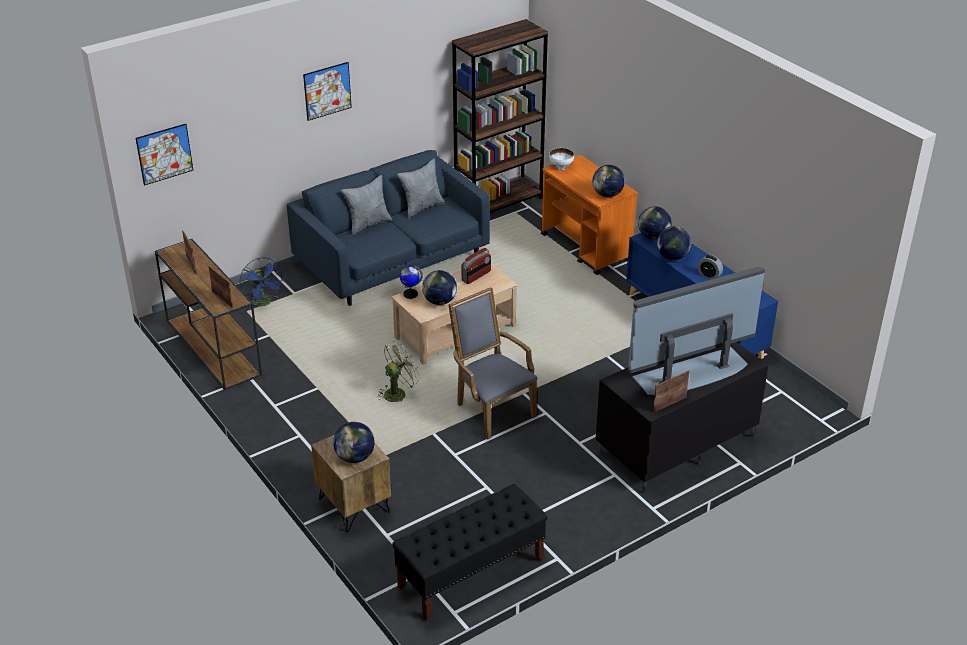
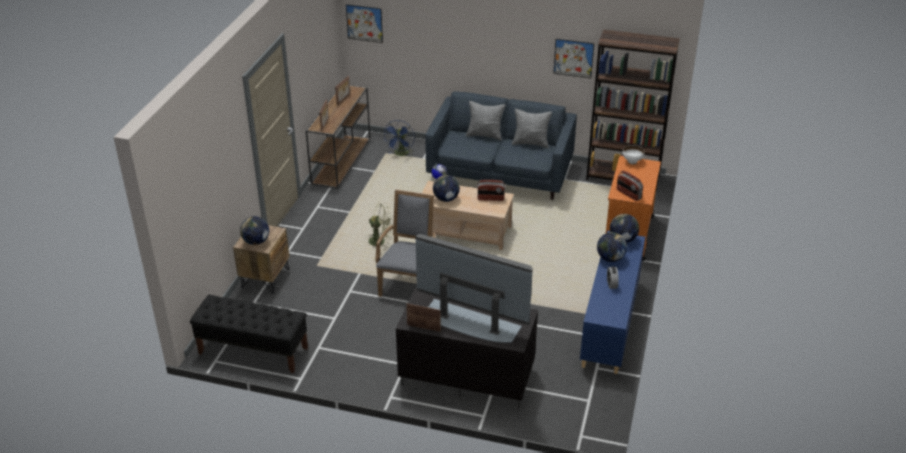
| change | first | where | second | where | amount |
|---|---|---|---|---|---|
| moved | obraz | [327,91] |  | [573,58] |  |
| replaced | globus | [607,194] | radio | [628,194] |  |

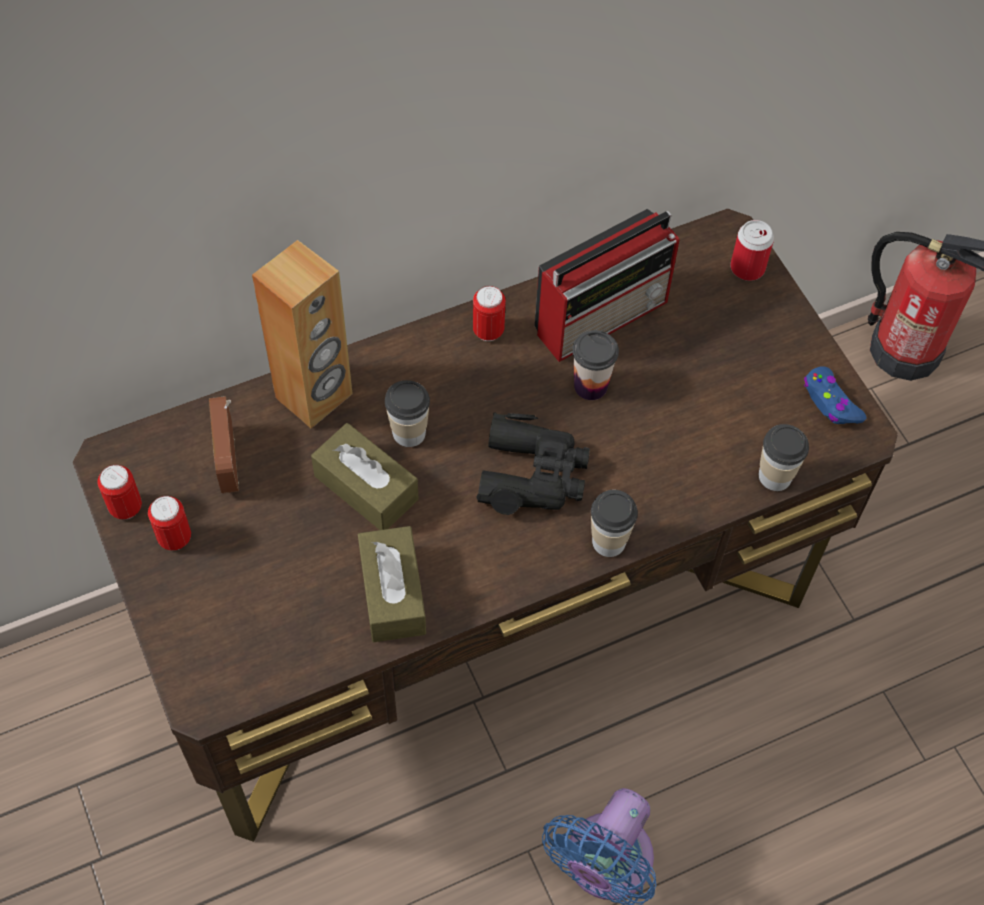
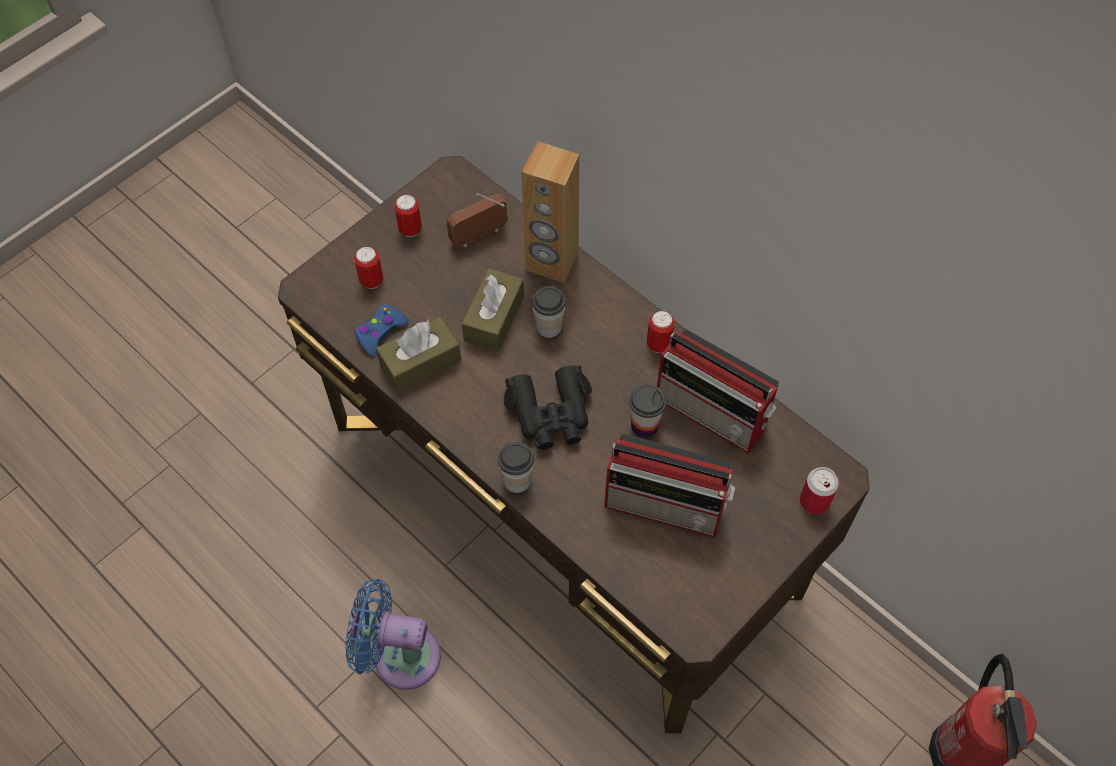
| change | first | where | second | where | amount |
|---|---|---|---|---|---|
| moved | puszka | [126,507] |  | [371,281] |  |
| removed | filiżanka | [775,476] |  |  |  |
| moved | pad do gier [niebieski] | [830,402] |  | [380,332] |  |
| added |  |  | radio | [667,506] |  |

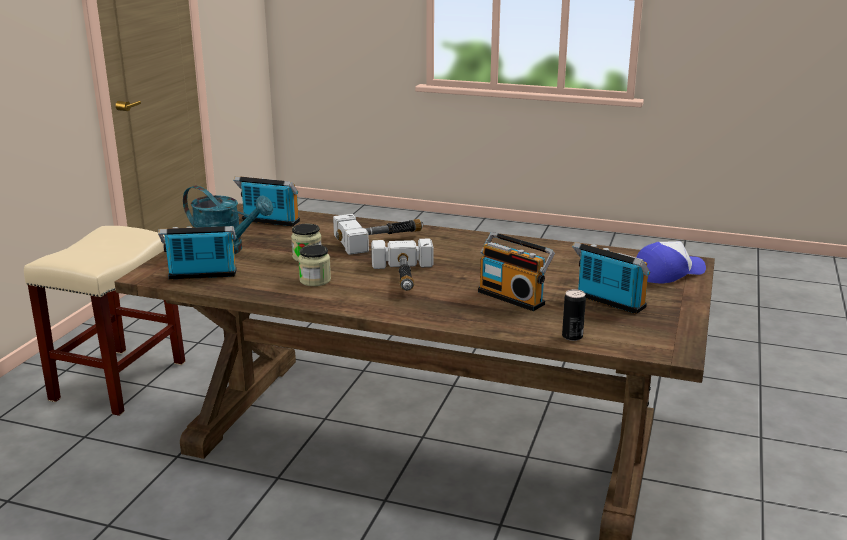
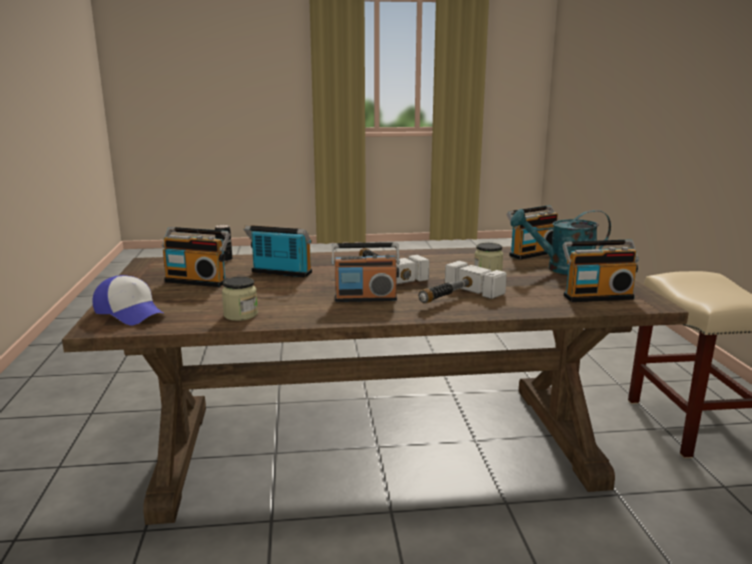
| change | first | where | second | where | amount |
|---|---|---|---|---|---|
| moved | słoik | [315,280] |  | [240,315] |  |
| turned | czapka z daszkiem | [668,272] |  | [130,312] | 90 degrees counterclockwise |
| added |  |  | radio | [365,298] |  |

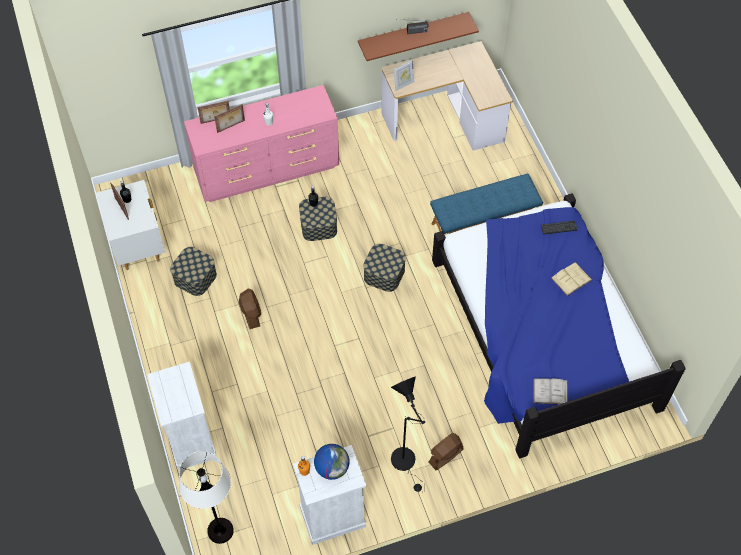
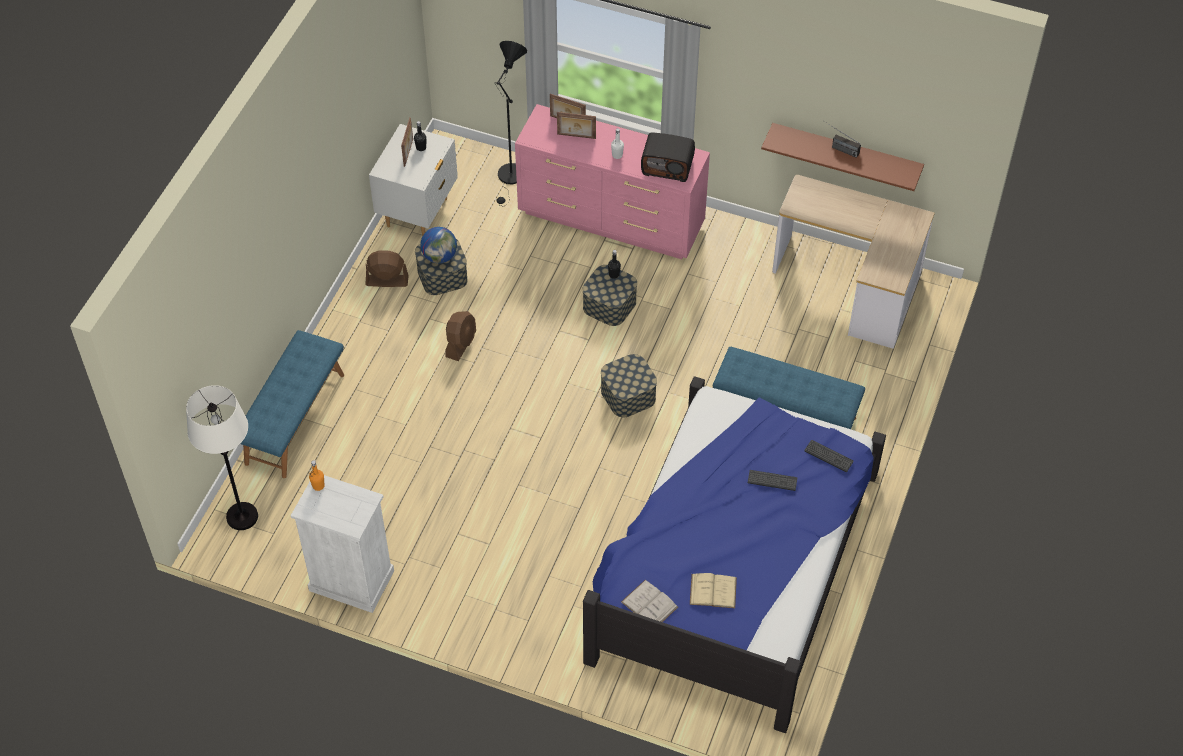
| change | first | where | second | where | amount |
|---|---|---|---|---|---|
| replaced | komoda [biały] | [190,440] | ławka [niebieski] | [294,418] |  |
| moved | globus | [332,468] |  | [440,256] |  |
| moved | lampa stojąca [czarny] | [406,463] |  | [510,178] |  |
| removed | ramka na zdjęcie | [403,84] |  |  |  |
| moved | wentylator [brązowy] | [445,455] |  | [386,280] |  |
| moved | książka [beżowy] | [571,279] |  | [713,591] |  |
| added |  |  | radio | [668,166] |  |
| added |  |  | klawiatura | [772,480] |  |

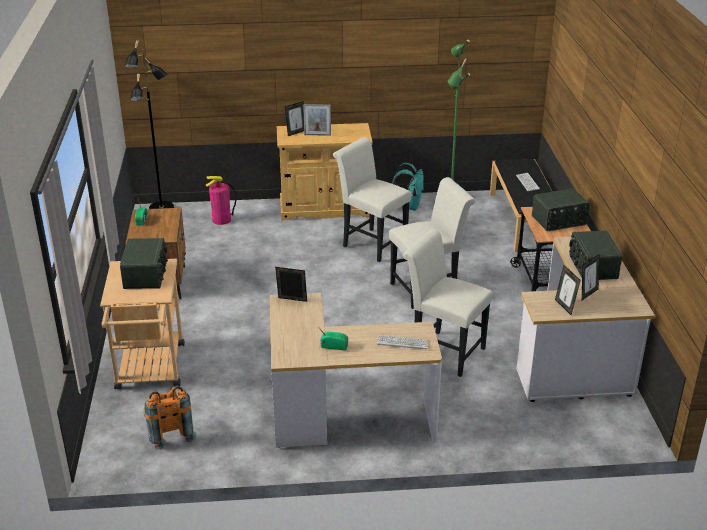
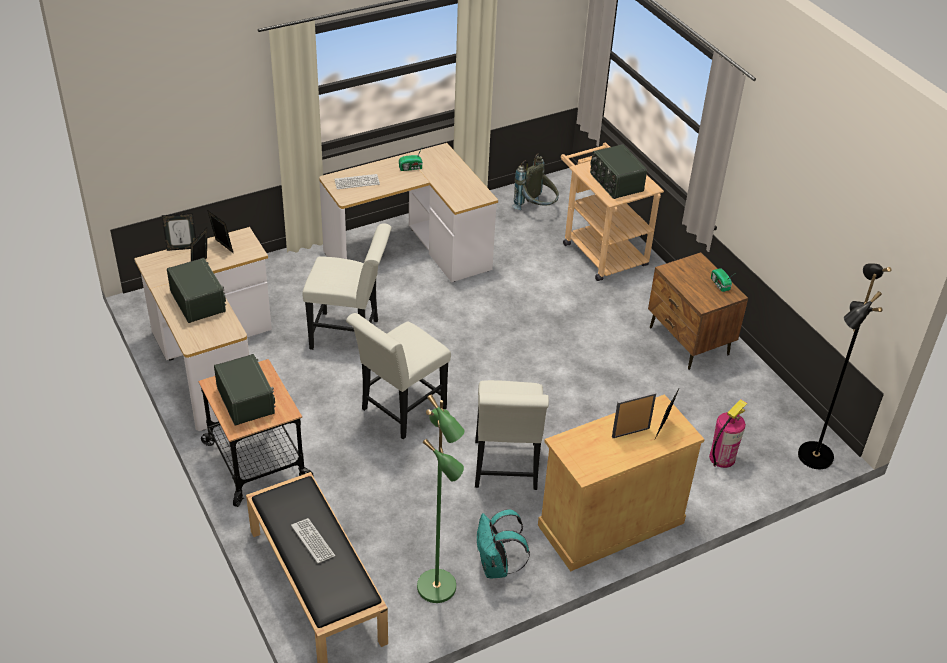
| change | first | where | second | where | amount |
|---|---|---|---|---|---|
| recoloured | plecak [pomarańczowy] | [169,433] | plecak [szary] | [536,209] |  |
| moved | ramka na zdjęcie | [292,301] |  | [182,248] |  |
| turned | krzesło [biały] | [371,243] |  | [505,469] | 75 degrees clockwise |
| turned | radio | [559,221] |  | [246,401] | 105 degrees clockwise |

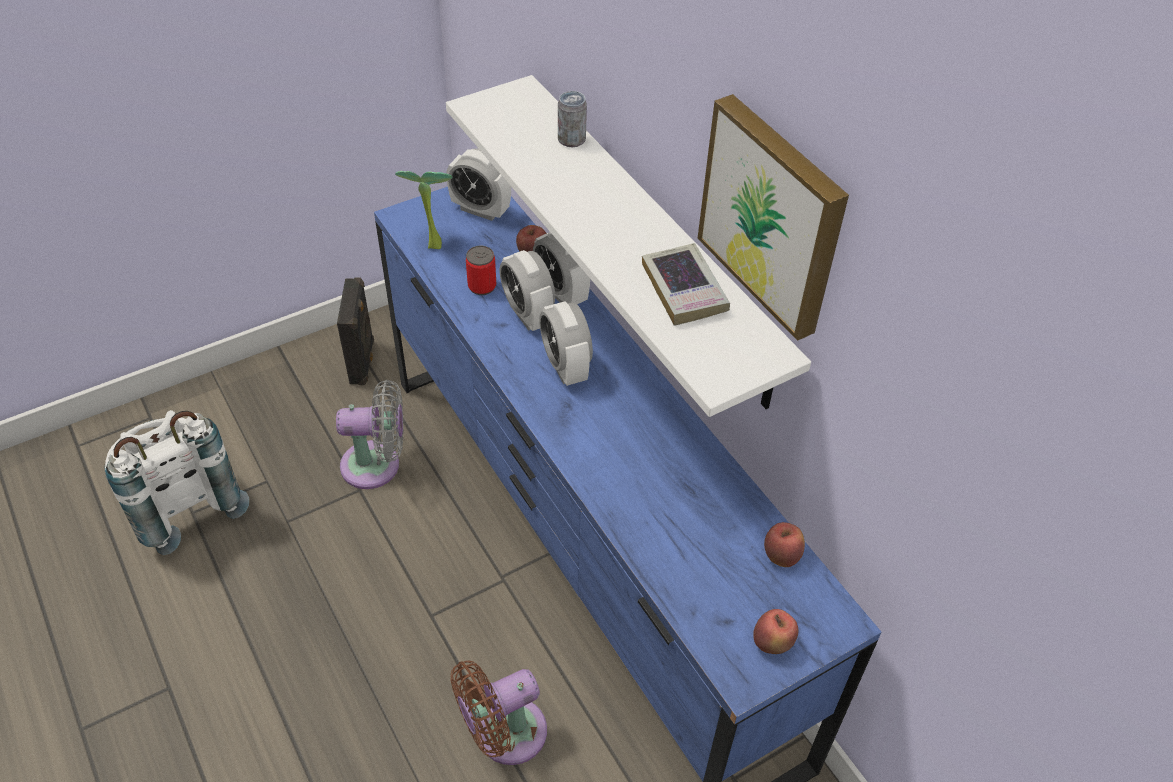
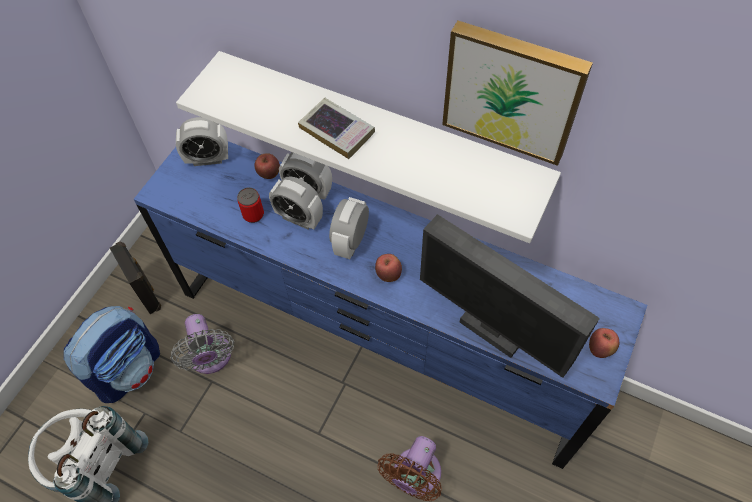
| change | first | where | second | where | amount |
|---|---|---|---|---|---|
| turned | wentylator [szary] | [377,465] |  | [211,358] | 105 degrees clockwise |
| removed | roślina doniczkowa | [432,243] |  |  |  |
| turned | budzik | [565,367] |  | [351,241] | 75 degrees clockwise |
| removed | puszka | [571,140] |  |  |  |
| moved | książka | [684,289] |  | [337,131] |  |
| moved | jabłko | [781,556] |  | [388,275] |  |
| added |  |  | plecak | [128,369] |  |
| added |  |  | monitor | [492,330] |  |

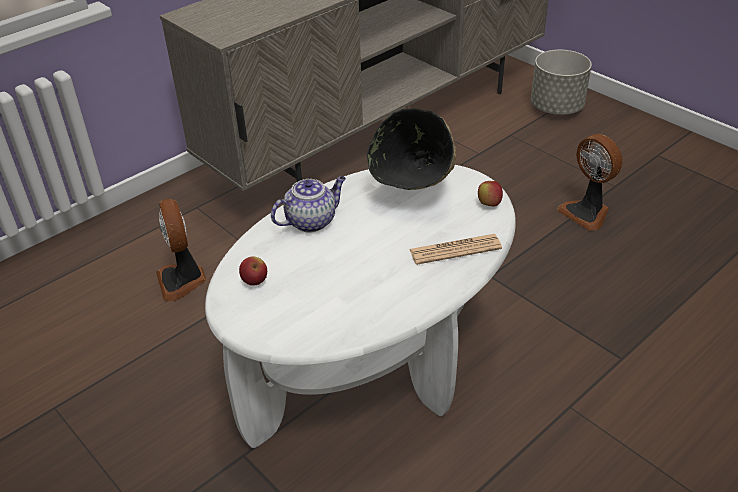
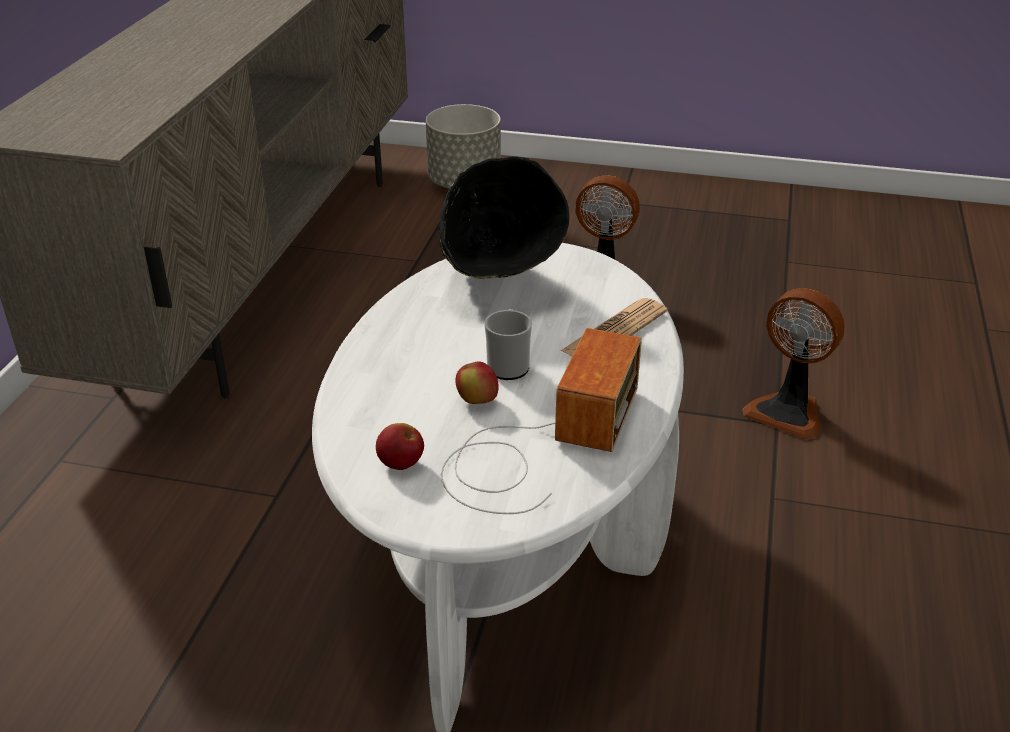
| change | first | where | second | where | amount |
|---|---|---|---|---|---|
| moved | wentylator | [182,280] |  | [788,412] |  |
| removed | imbryk | [311,221] |  |  |  |
| moved | jabłko | [489,204] |  | [477,401] |  |
| added |  |  | radio | [540,444] |  |
| added |  |  | kubek | [508,365] |  |

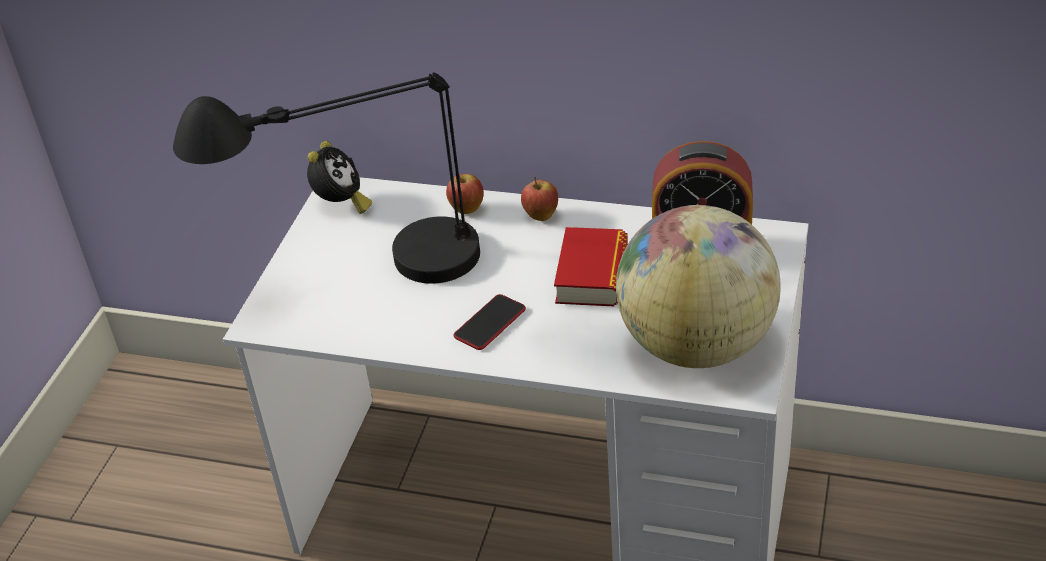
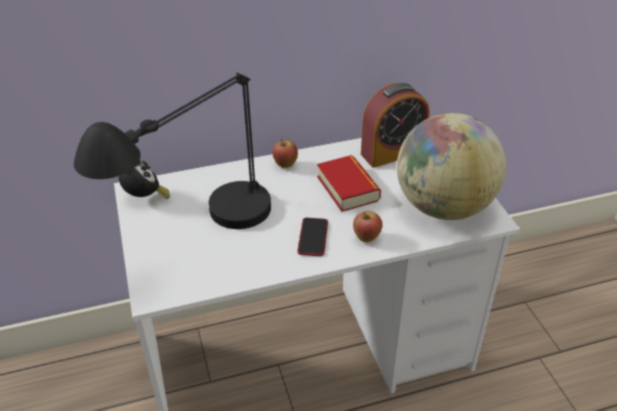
| change | first | where | second | where | amount |
|---|---|---|---|---|---|
| moved | jabłko | [467,210] |  | [366,238] |  |

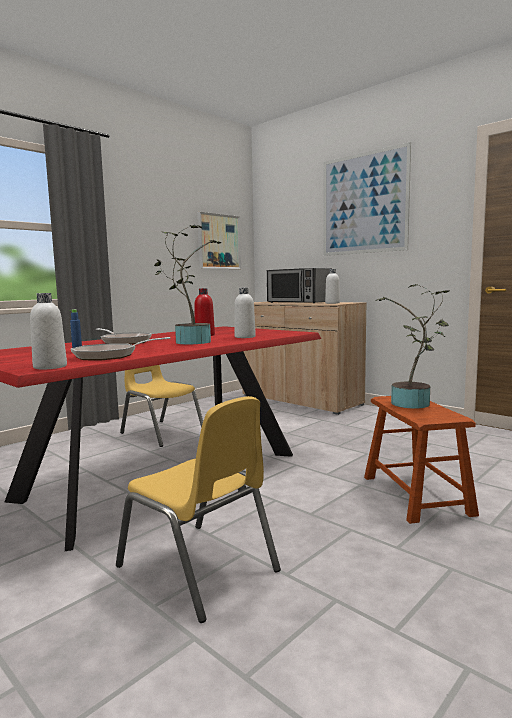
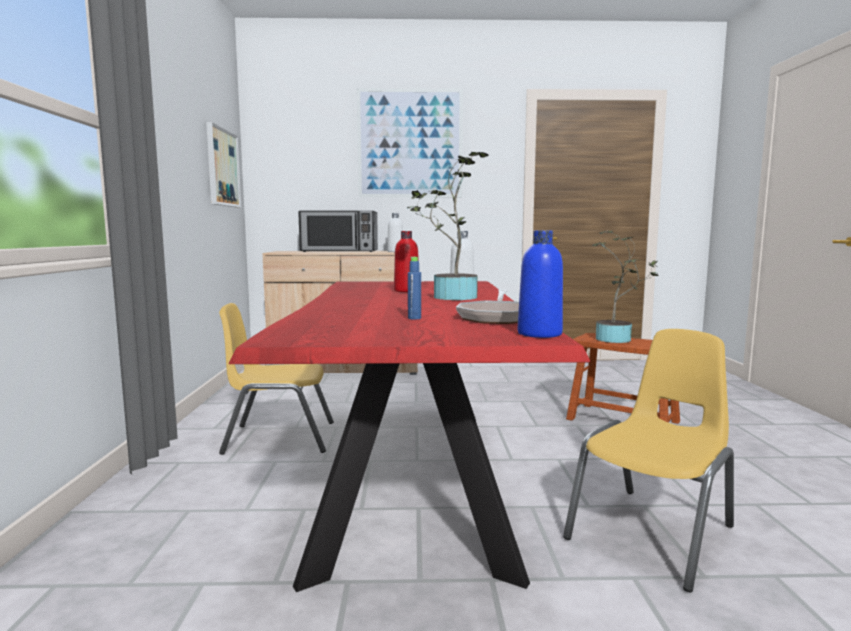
| change | first | where | second | where | amount |
|---|---|---|---|---|---|
| recoloured | butelka [biały] | [50,367] | butelka [niebieski] | [539,334] |  |
| removed | patelnia | [124,342] |  |  |  |
| turned | krzesło [żółty] | [198,568] |  | [653,533] | 45 degrees counterclockwise |

